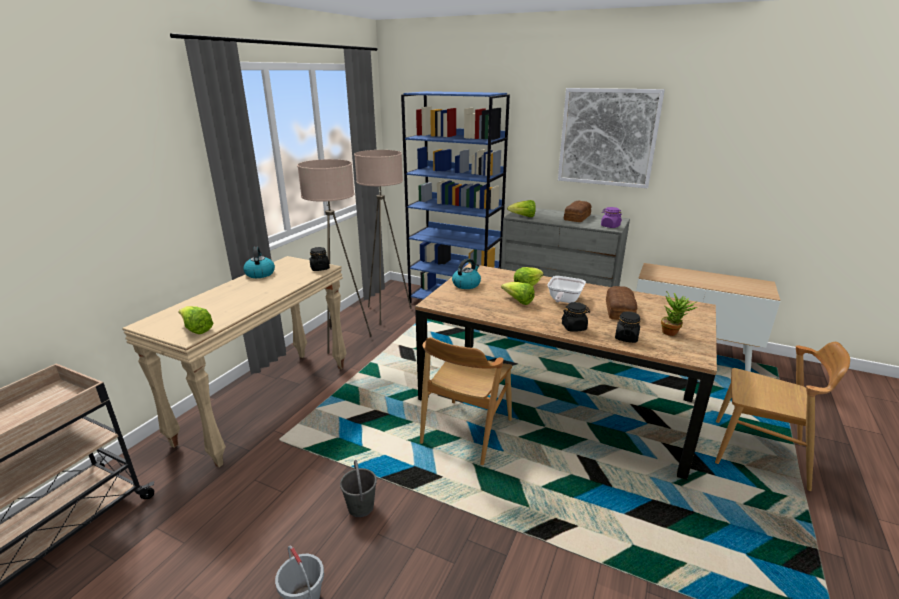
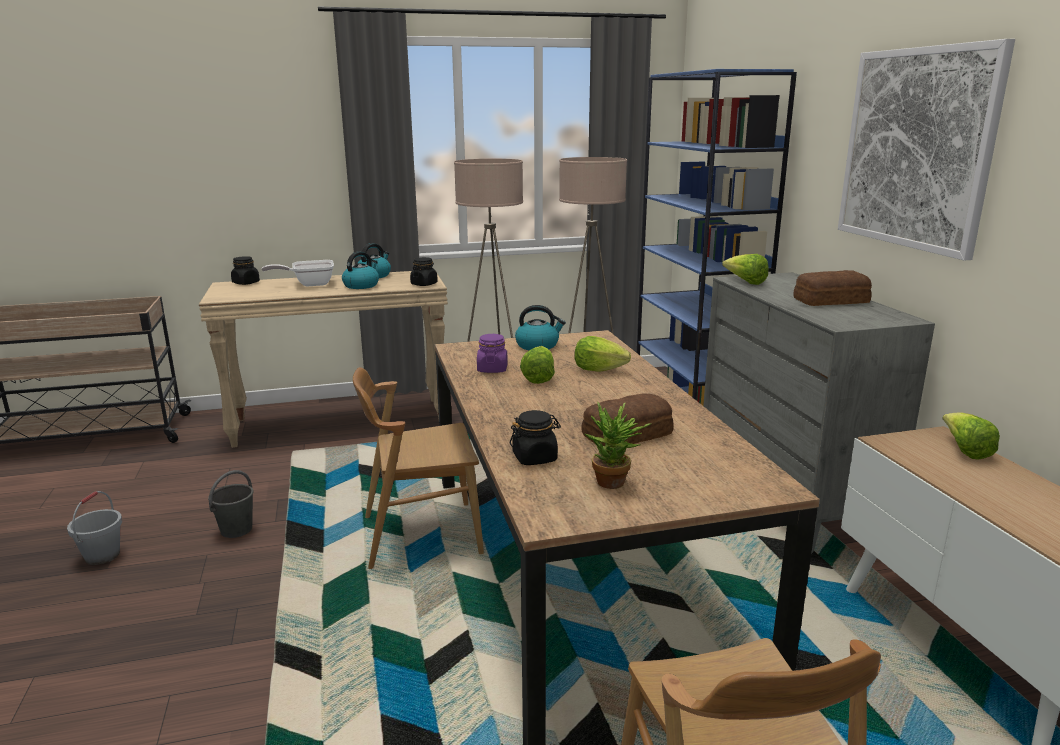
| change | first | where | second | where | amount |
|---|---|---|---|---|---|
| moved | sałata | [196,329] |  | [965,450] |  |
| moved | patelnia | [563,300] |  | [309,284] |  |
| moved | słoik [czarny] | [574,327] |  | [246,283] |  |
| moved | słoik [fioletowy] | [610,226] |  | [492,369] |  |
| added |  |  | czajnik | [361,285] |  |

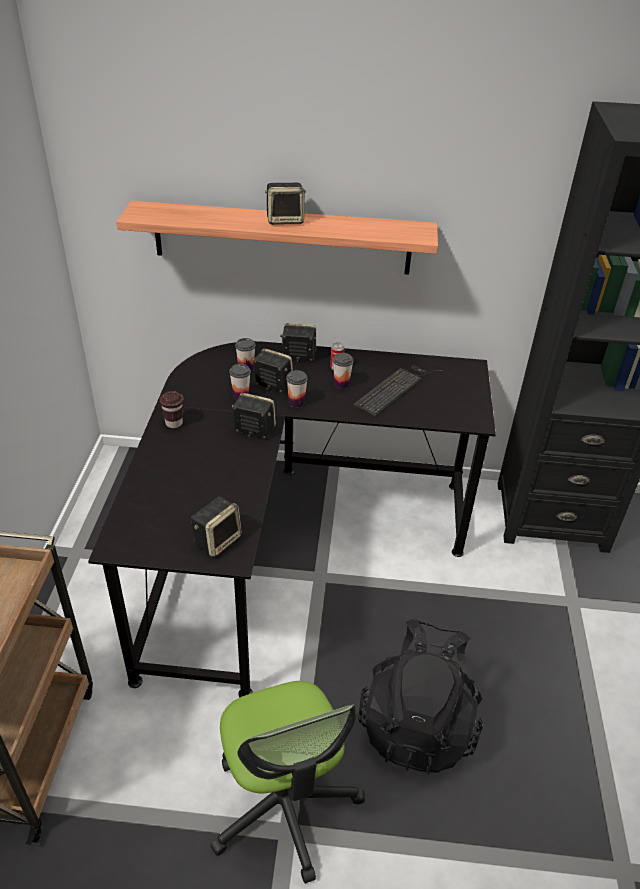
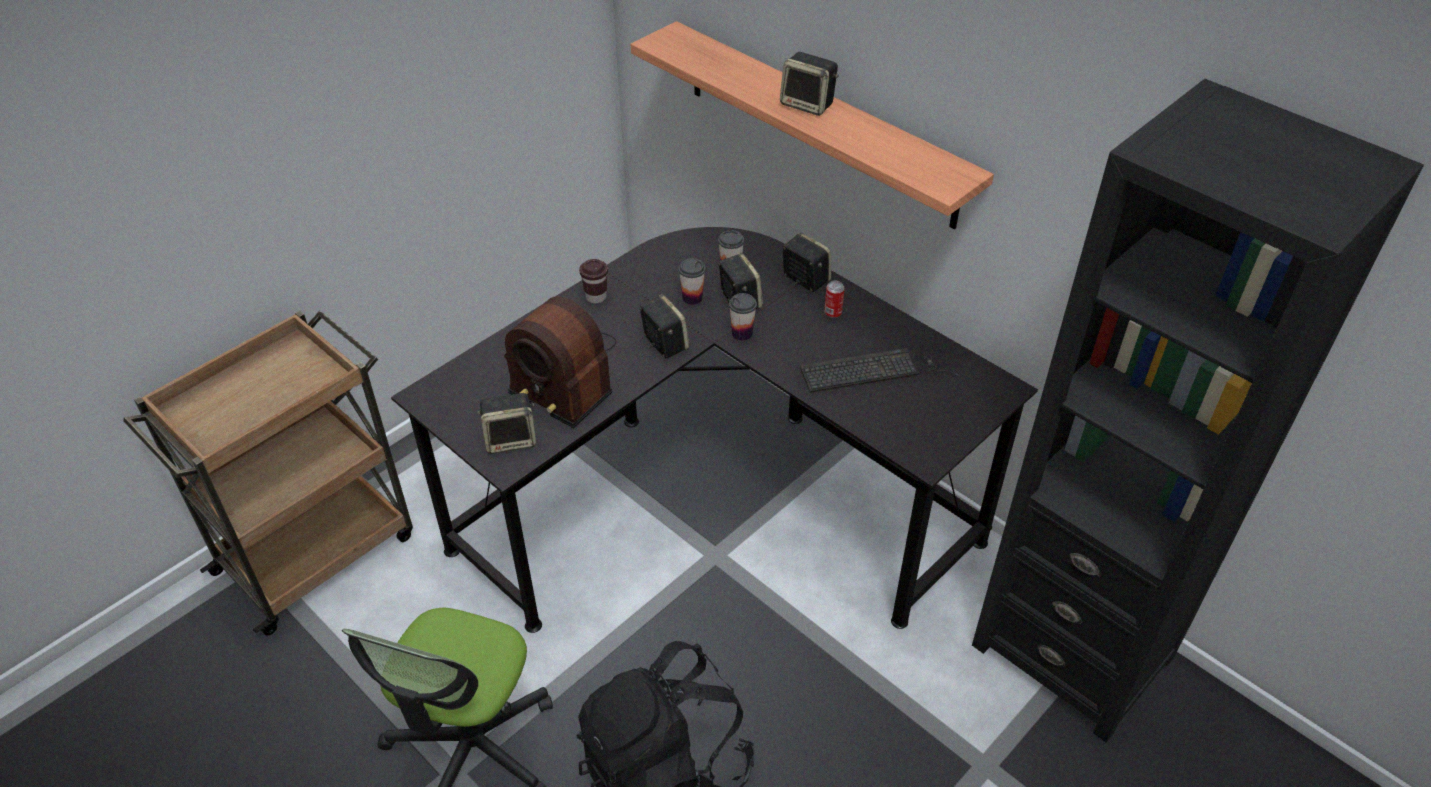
| change | first | where | second | where | amount |
|---|---|---|---|---|---|
| removed | filiżanka | [341,384] |  |  |  |
| added |  |  | radio | [563,376] |  |

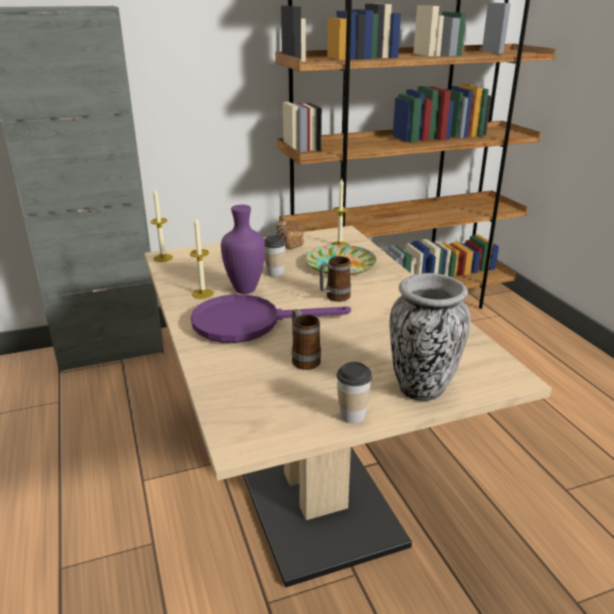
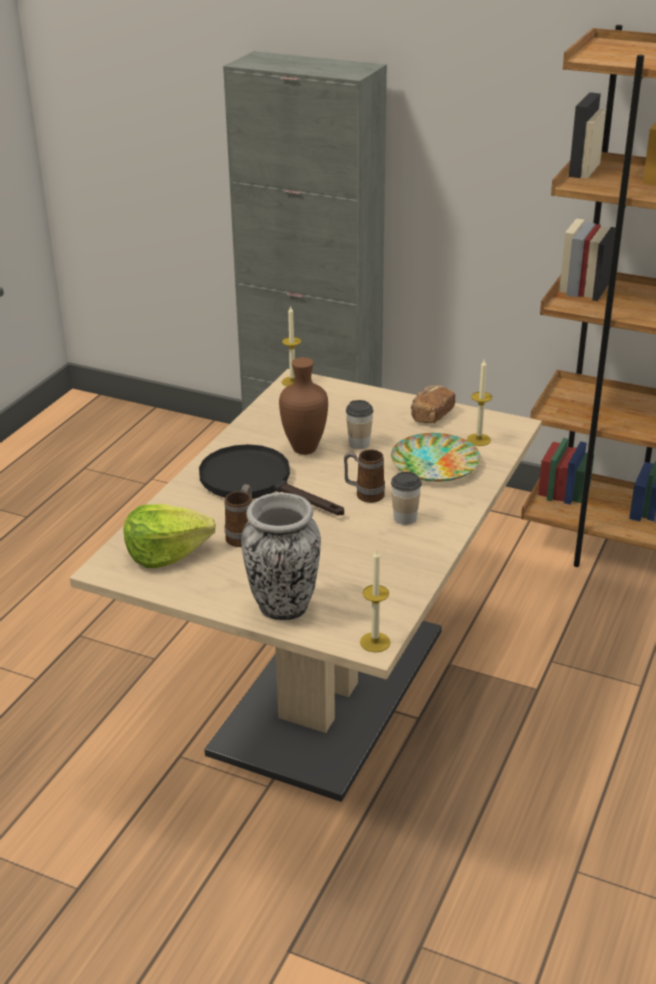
| change | first | where | second | where | amount |
|---|---|---|---|---|---|
| moved | świeca | [202,293] |  | [375,642] |  |
| recoloured | patelnia [fioletowy] | [249,322] | patelnia [czarny] | [256,482] |  |
| recoloured | wazon [fioletowy] | [243,290] | wazon [brązowy] | [303,449] |  |
| moved | filiżanka | [352,415] |  | [405,518] |  |
| added |  |  | sałata | [166,553] |  |

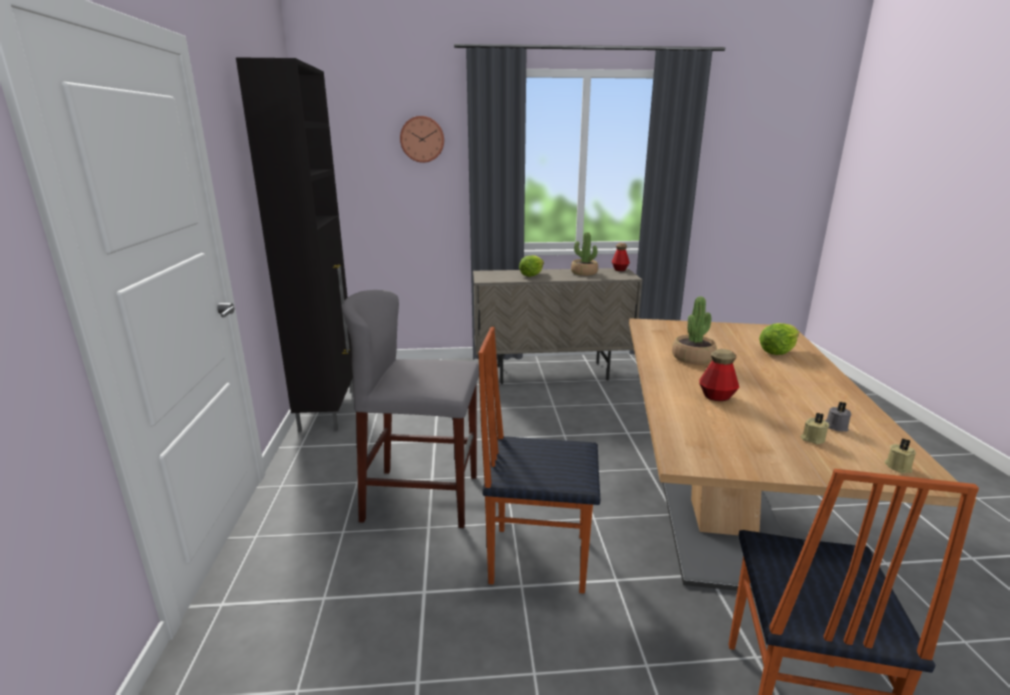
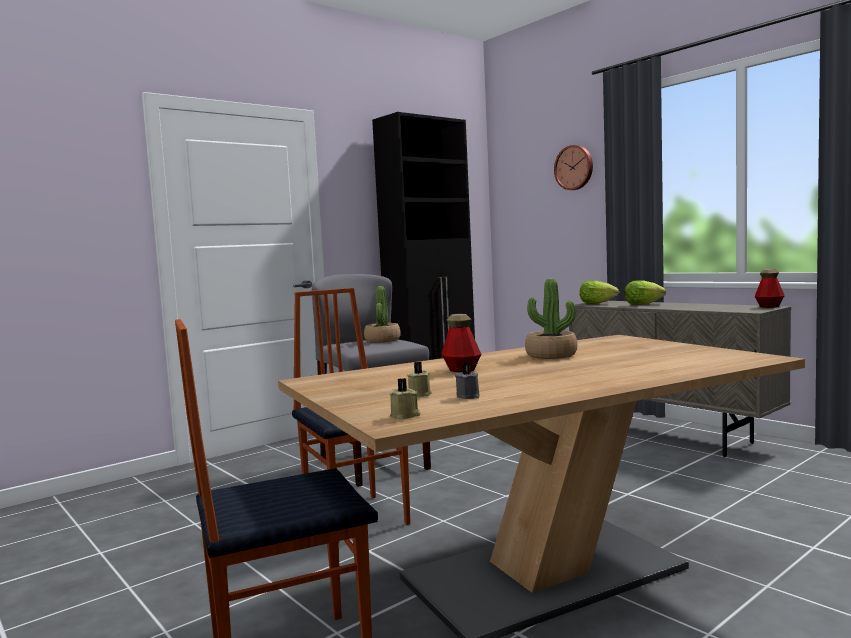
| change | first | where | second | where | amount |
|---|---|---|---|---|---|
| moved | roślina doniczkowa | [584,273] |  | [382,340] |  |
| moved | sałata | [777,351] |  | [597,303] |  |

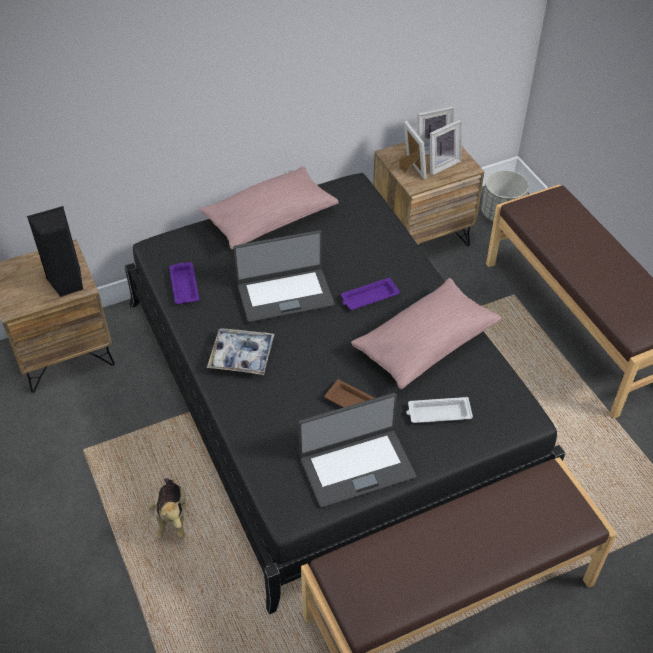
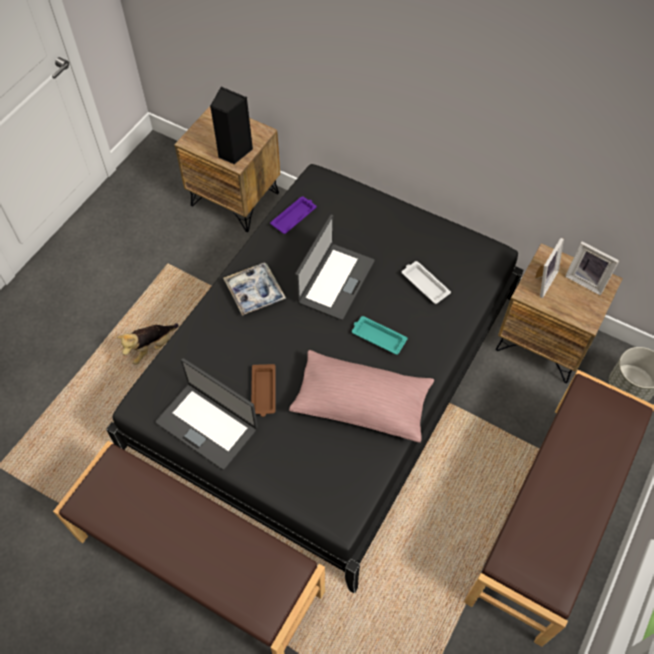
| change | first | where | second | where | amount |
|---|---|---|---|---|---|
| removed | poduszka [różowy] | [270,220] |  |  |  |
| turned | laptop | [285,294] |  | [334,281] | 105 degrees counterclockwise |
| recoloured | taca [fioletowy] | [368,297] | taca [turkusowy] | [378,337] |  |
| moved | taca [biały] | [438,413] |  | [424,284] |  |
| removed | ramka na zdjęcie | [441,164] |  |  |  |

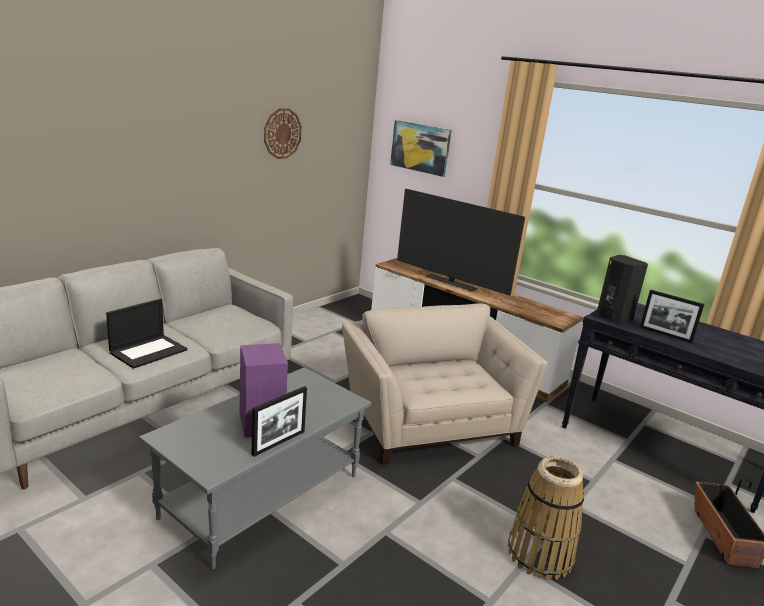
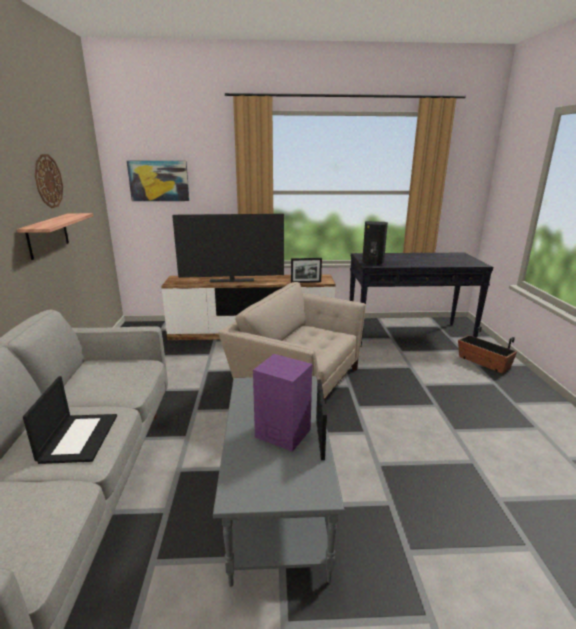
| change | first | where | second | where | amount |
|---|---|---|---|---|---|
| removed | koszyk | [539,554] |  |  |  |
| moved | ramka na zdjęcie | [665,334] |  | [306,282] |  |
| added |  |  | półka | [48,235] |  |

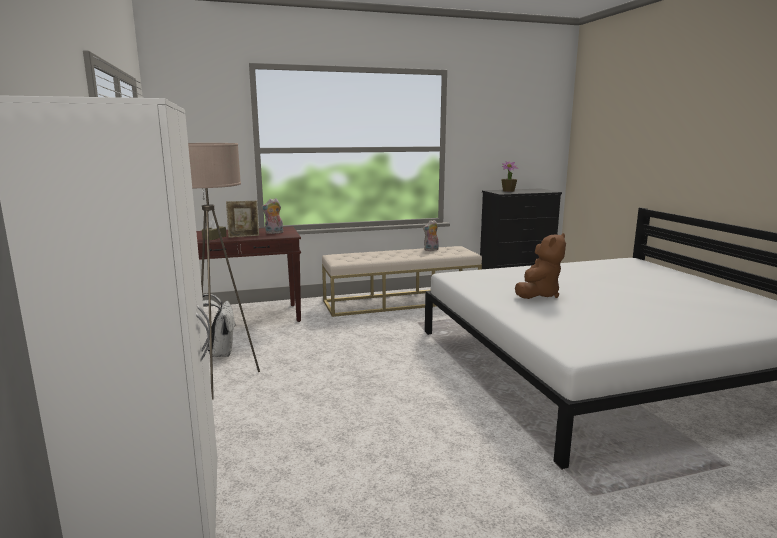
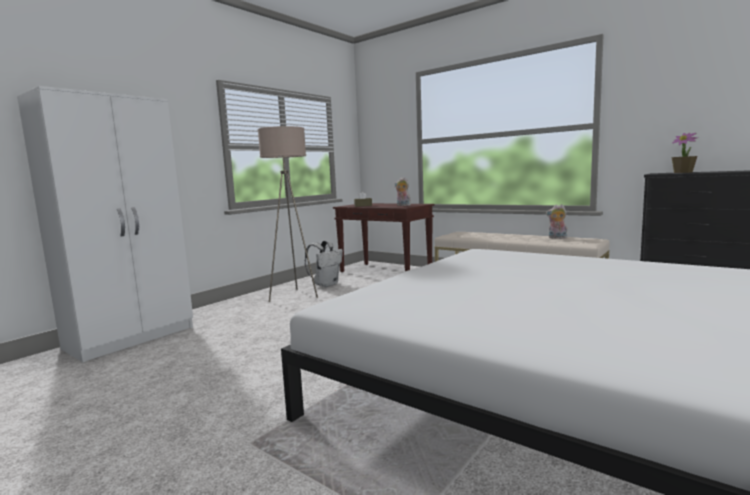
| change | first | where | second | where | amount |
|---|---|---|---|---|---|
| removed | ramka na zdjęcie | [244,236] |  |  |  |
| removed | pluszak [brązowy] | [538,294] |  |  |  |

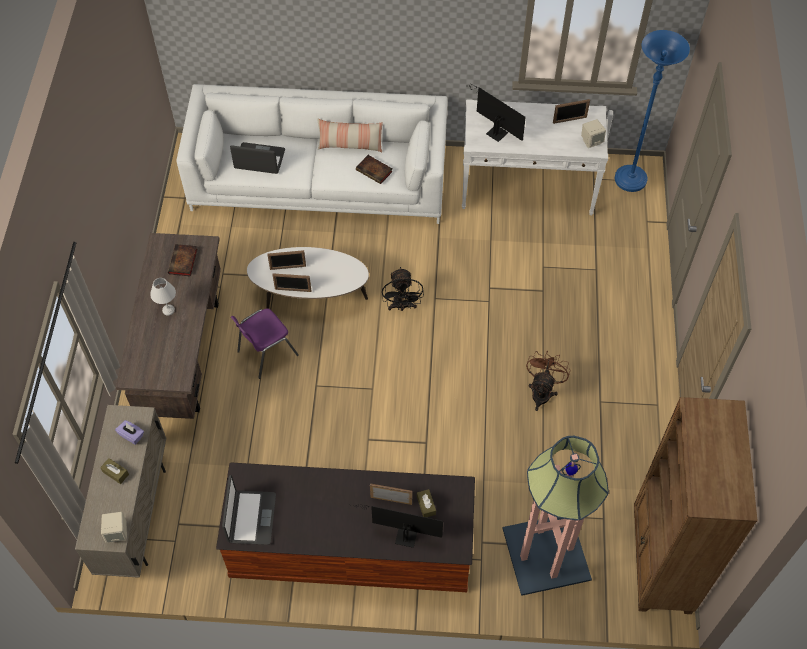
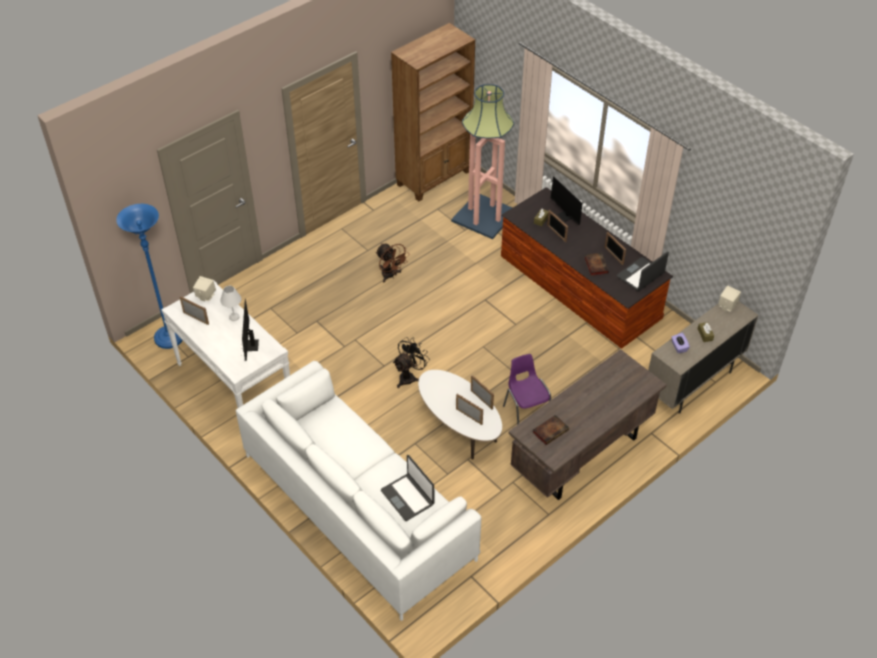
| change | first | where | second | where | amount |
|---|---|---|---|---|---|
| moved | lampa stołowa [biały] | [168,309] |  | [234,317] |  |
| turned | krzesło [fioletowy] | [266,353] |  | [526,414] | 120 degrees counterclockwise |
| removed | poduszka | [350,145] |  |  |  |
| moved | książka | [375,171] |  | [595,265] |  |
| turned | wentylator [brązowy] | [542,392] |  | [391,276] | 105 degrees counterclockwise |
| added |  |  | ramka na zdjęcie | [613,256] |  |

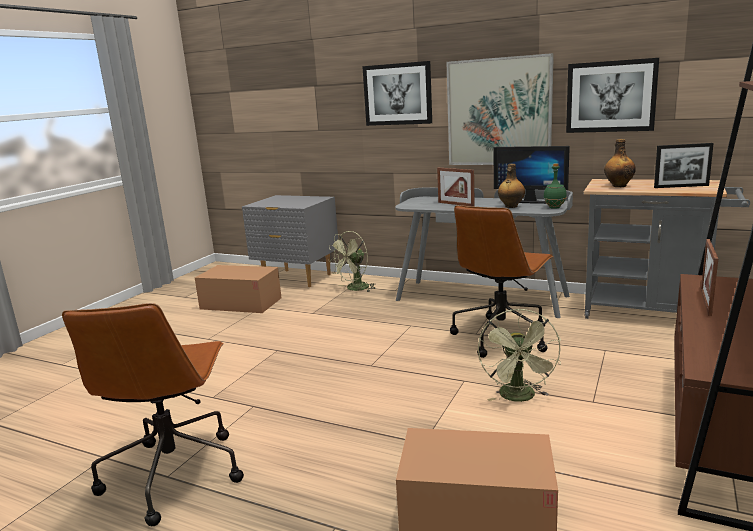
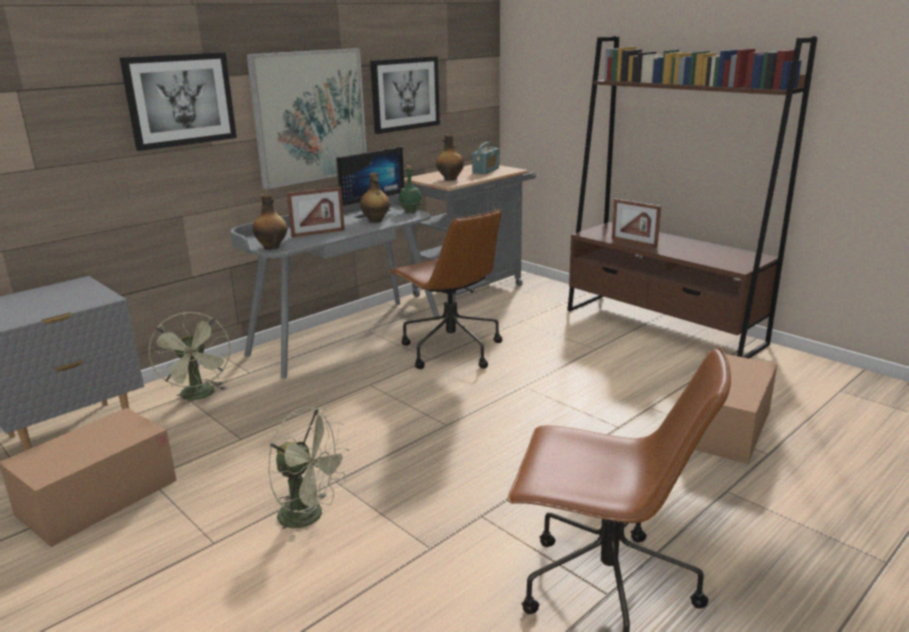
| change | first | where | second | where | amount |
|---|---|---|---|---|---|
| moved | wentylator [zielony] | [520,398] |  | [310,516] |  |
| replaced | ramka na zdjęcie | [681,186] | radio | [486,171] |  |
| added |  |  | butelka | [272,247] |  |

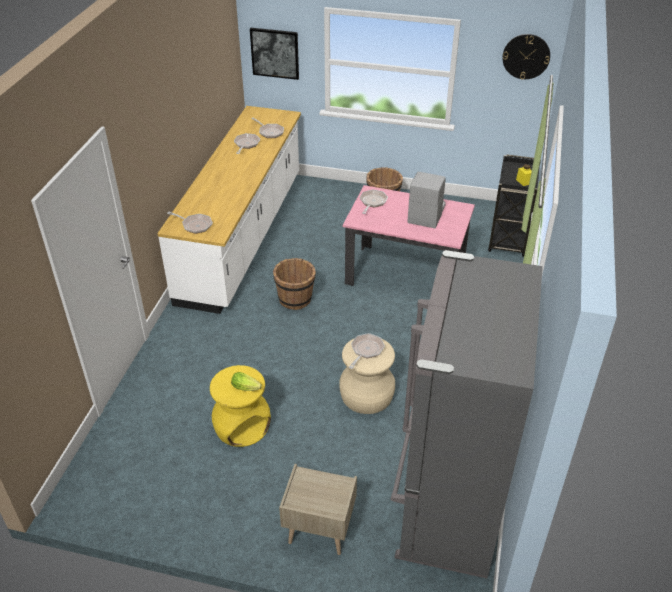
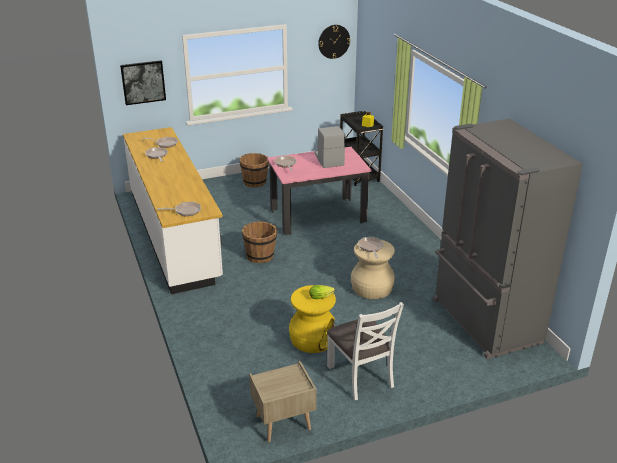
| change | first | where | second | where | amount |
|---|---|---|---|---|---|
| moved | szafka nocna [beżowy] | [318,530] |  | [283,423] |  |
| added |  |  | krzesło [biały] | [361,376] |  |

